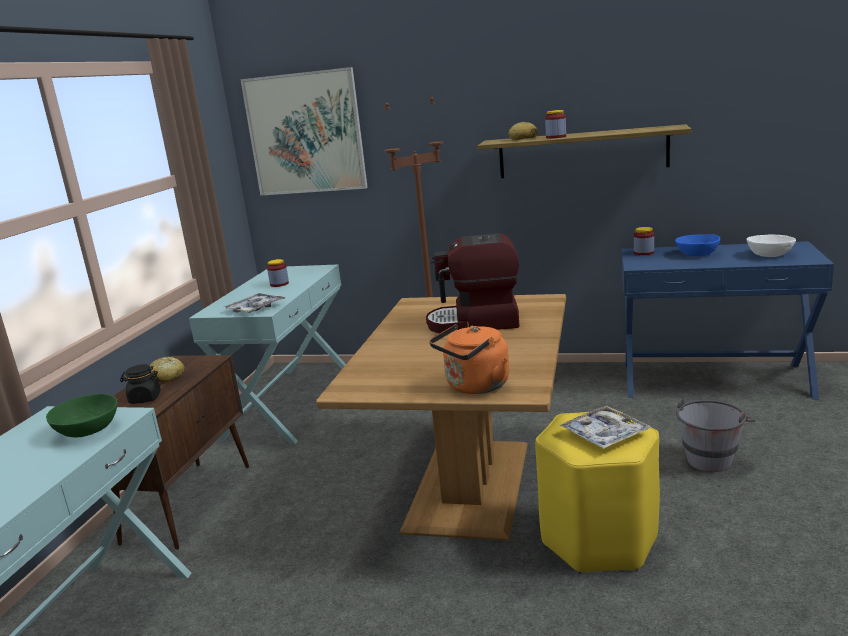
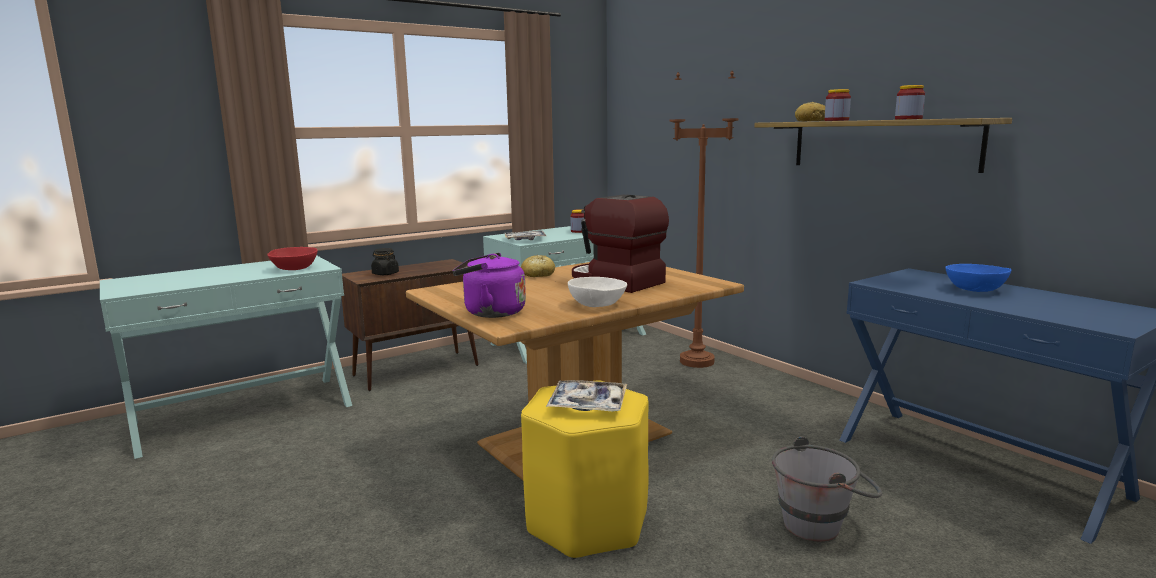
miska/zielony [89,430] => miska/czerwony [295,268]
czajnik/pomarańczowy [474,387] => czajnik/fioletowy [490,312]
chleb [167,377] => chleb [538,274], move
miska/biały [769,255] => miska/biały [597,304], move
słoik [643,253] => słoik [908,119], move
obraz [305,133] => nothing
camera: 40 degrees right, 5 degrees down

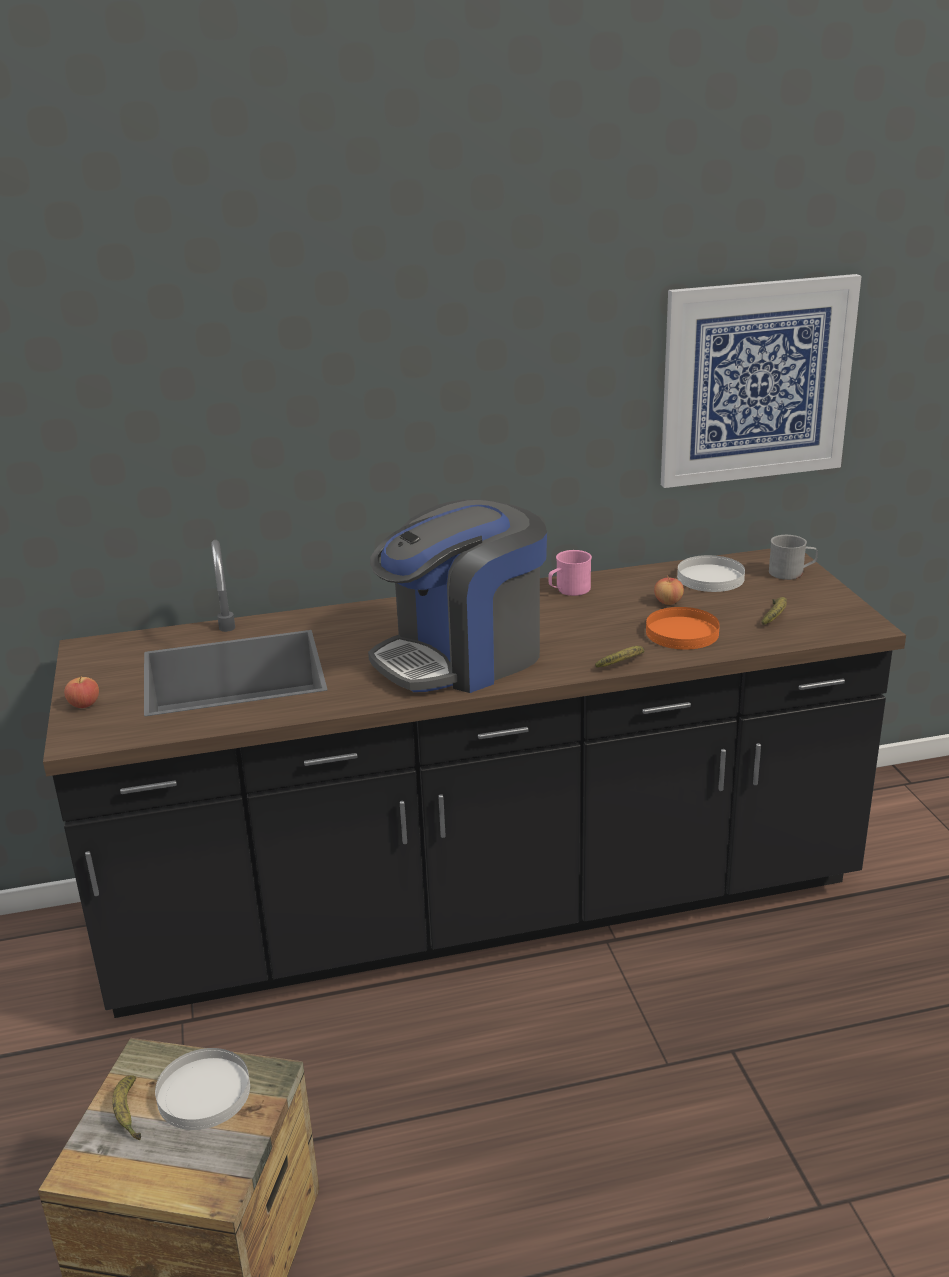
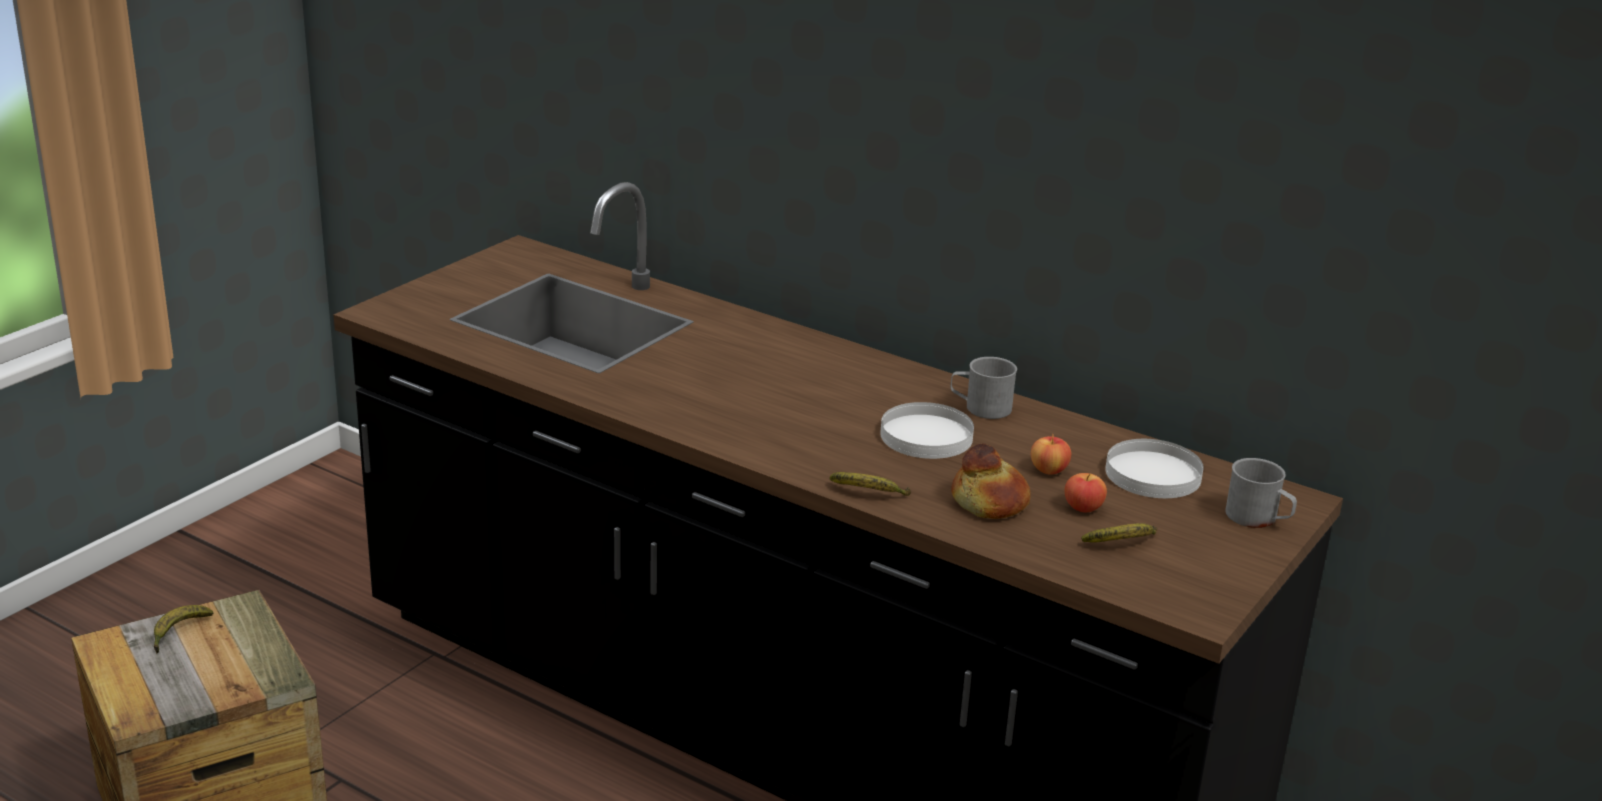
talerz/biały [203,1092] => talerz/biały [926,435], move
kubek/różowy [568,590] => kubek/szary [980,407]
talerz/pomarańczowy [681,632] => chleb [990,501]
jabłko [84,704] => jabłko [1083,508], move
ekspres do kawy [462,657] => nothing
obraz [756,381] => nothing
camera: 45 degrees right, 0 degrees up

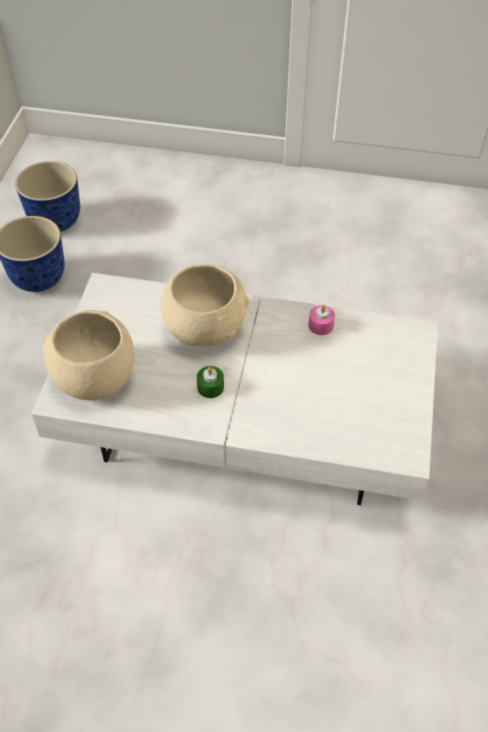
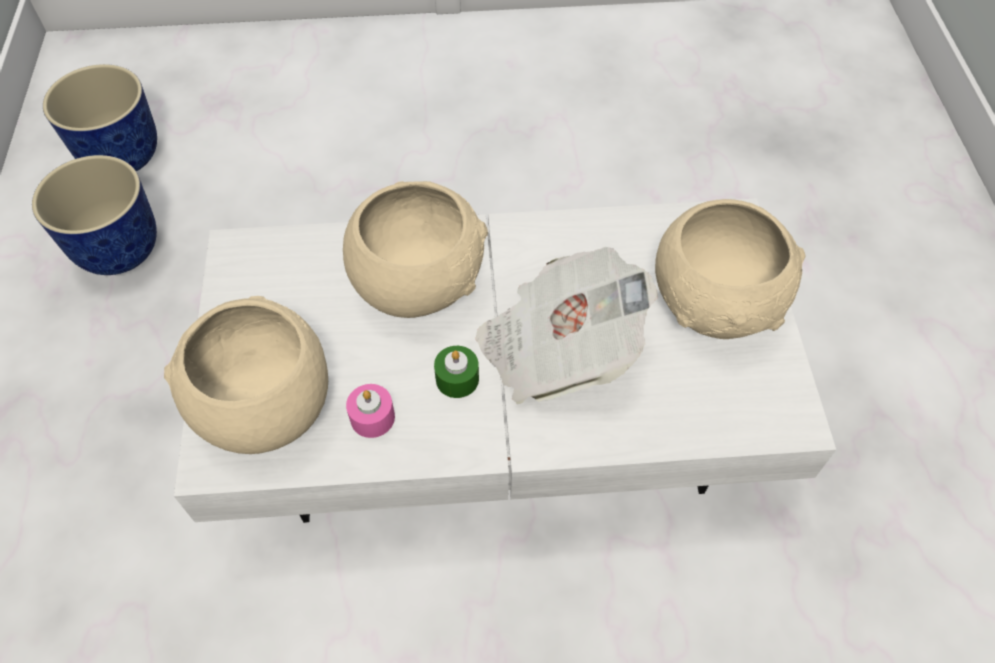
świeca/różowy [321,325] => świeca/różowy [372,417], move
nothing => gazeta [558,348]
nothing => miska/beżowy [716,304]
camera: 15 degrees left, 5 degrees up

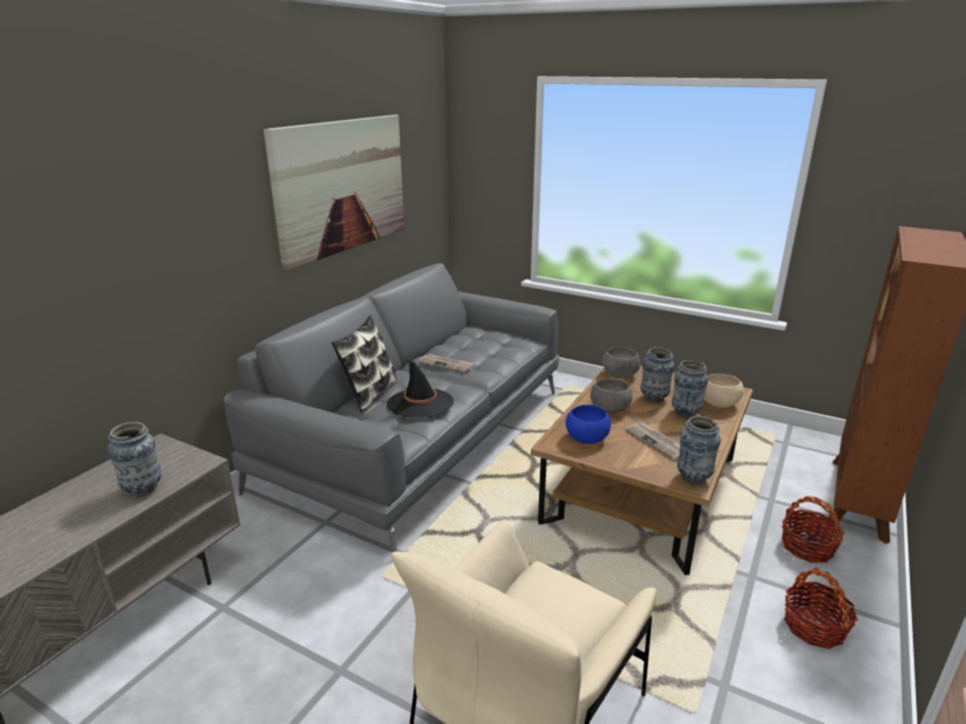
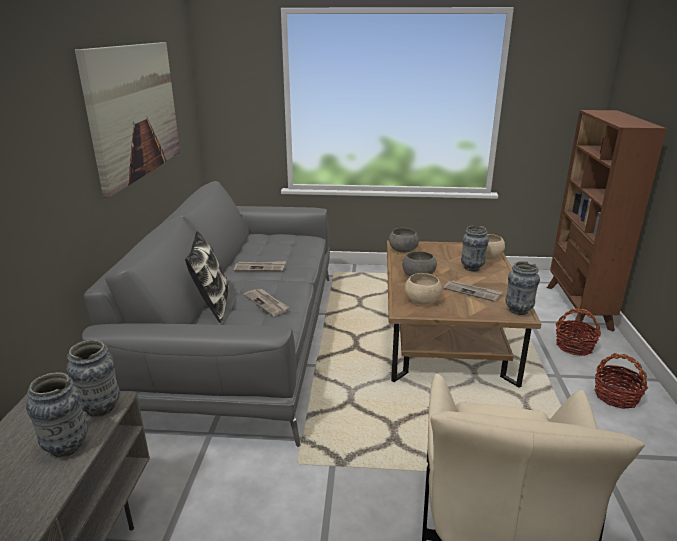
wazon [654,398] => wazon [101,408], move
kapelusz/czarny [420,403] => gazeta [267,303]
miska/niebieski [587,438] => miska/beżowy [422,300]
camera: 25 degrees left, 0 degrees up

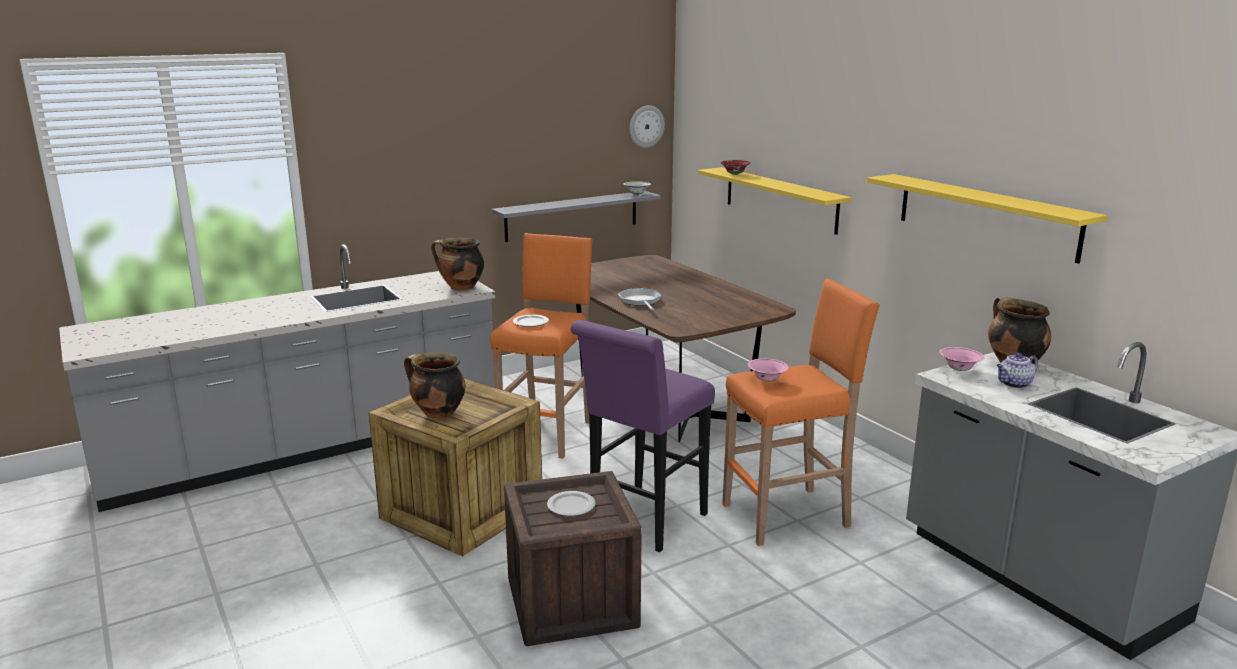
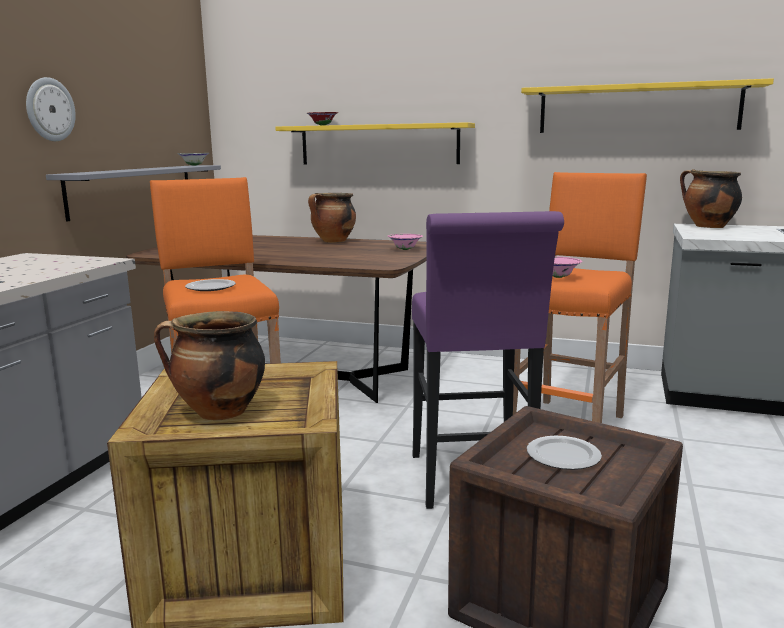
zegar ścienny [646,126] => zegar ścienny [49,109], move
garnek [460,288] => garnek [333,241], move
miska/różowy [959,369] => miska/różowy [405,249], move
patelnia [640,301] => nothing
imbryk [1014,384] => nothing
camera: 40 degrees left, 5 degrees down

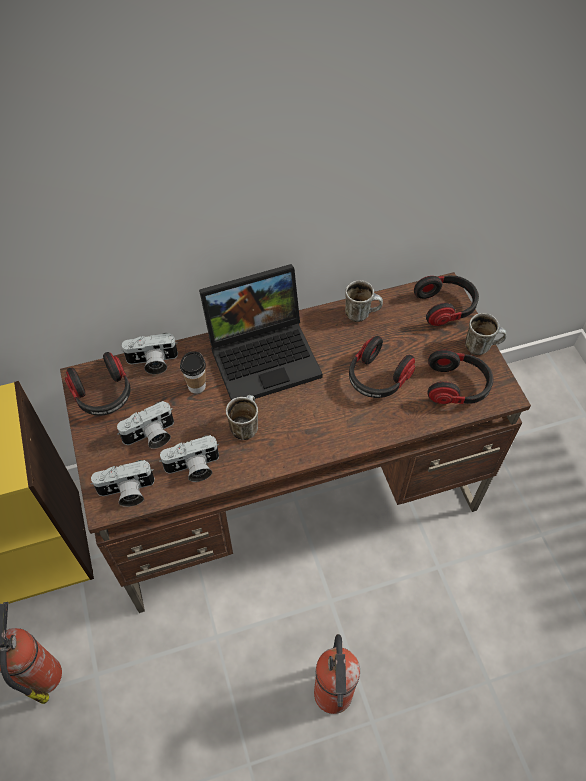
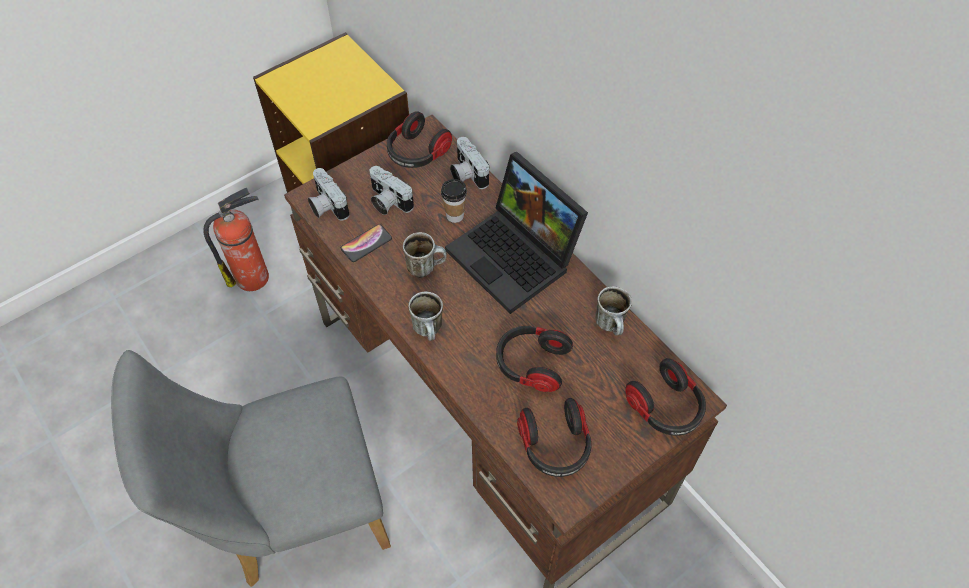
gaśnica [333,696] => krzesło/szary [293,512]
aparat fotograficzny [193,468] => telefon [366,243]
kubek [481,346] => kubek [430,331], move
camera: 70 degrees right, 0 degrees up

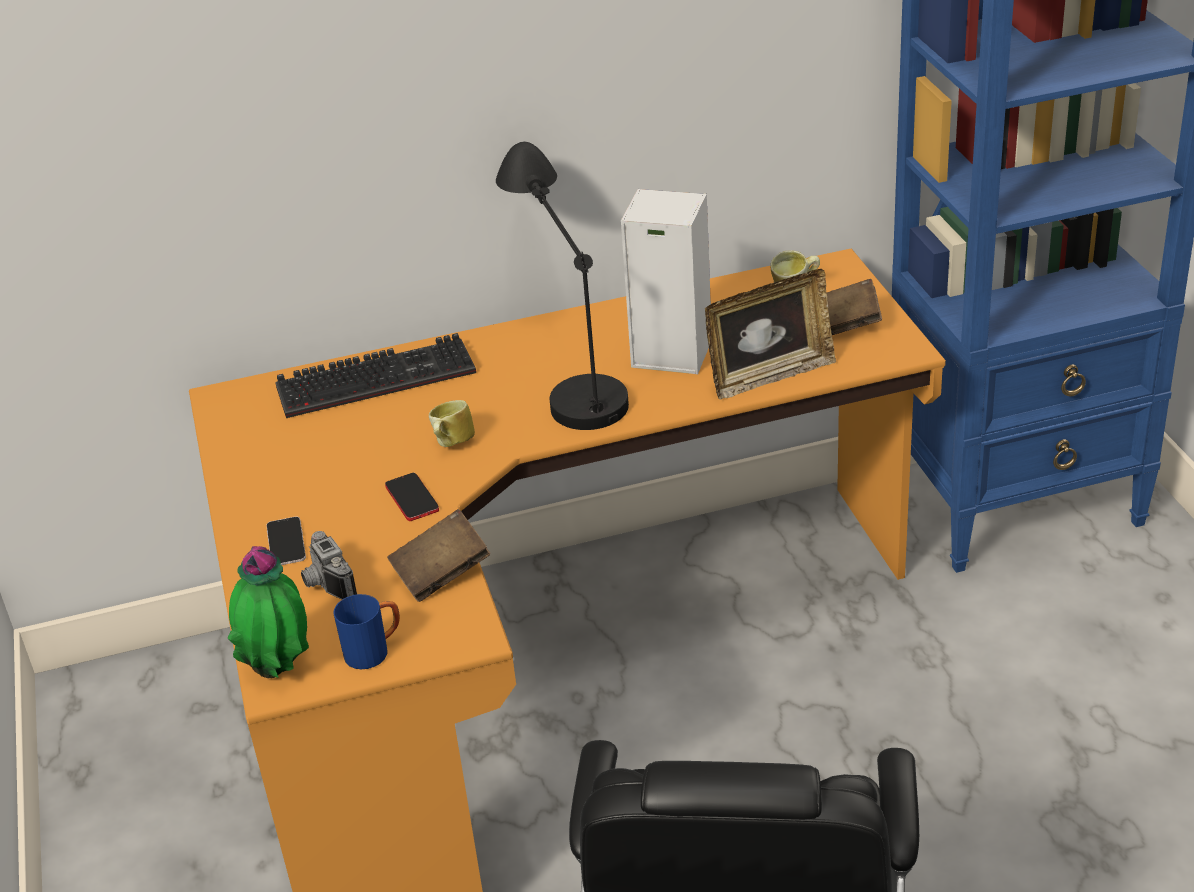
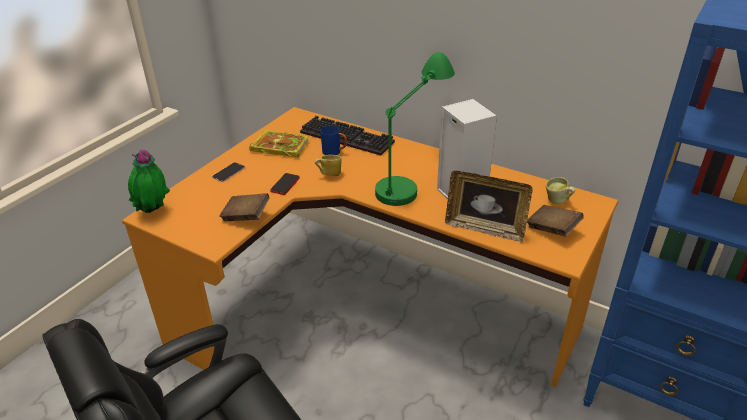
nothing => książka [279,147]
kubek/niebieski [374,651] => kubek/niebieski [335,152], move
lampa stołowa/czarny [568,370] => lampa stołowa/zielony [412,175]
aparat fotograficzny [325,584] => nothing
camera: 45 degrees right, 0 degrees up

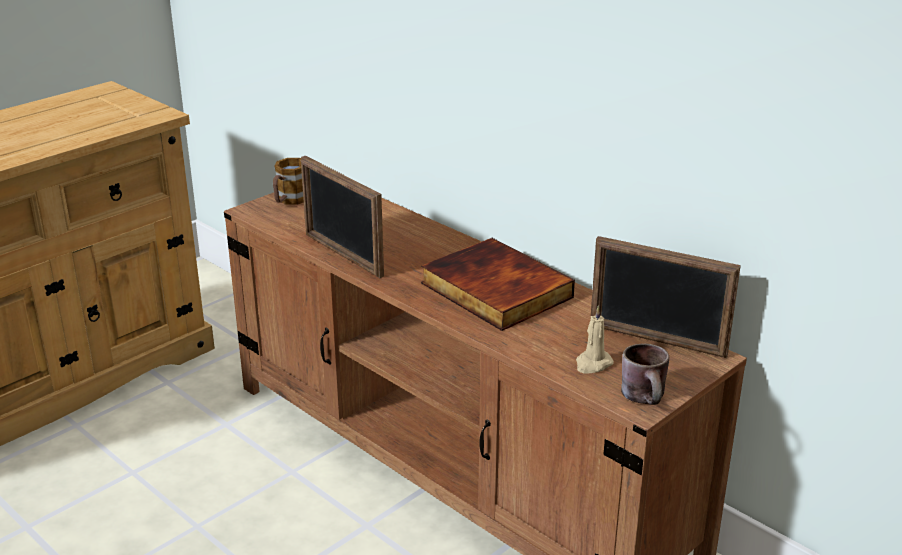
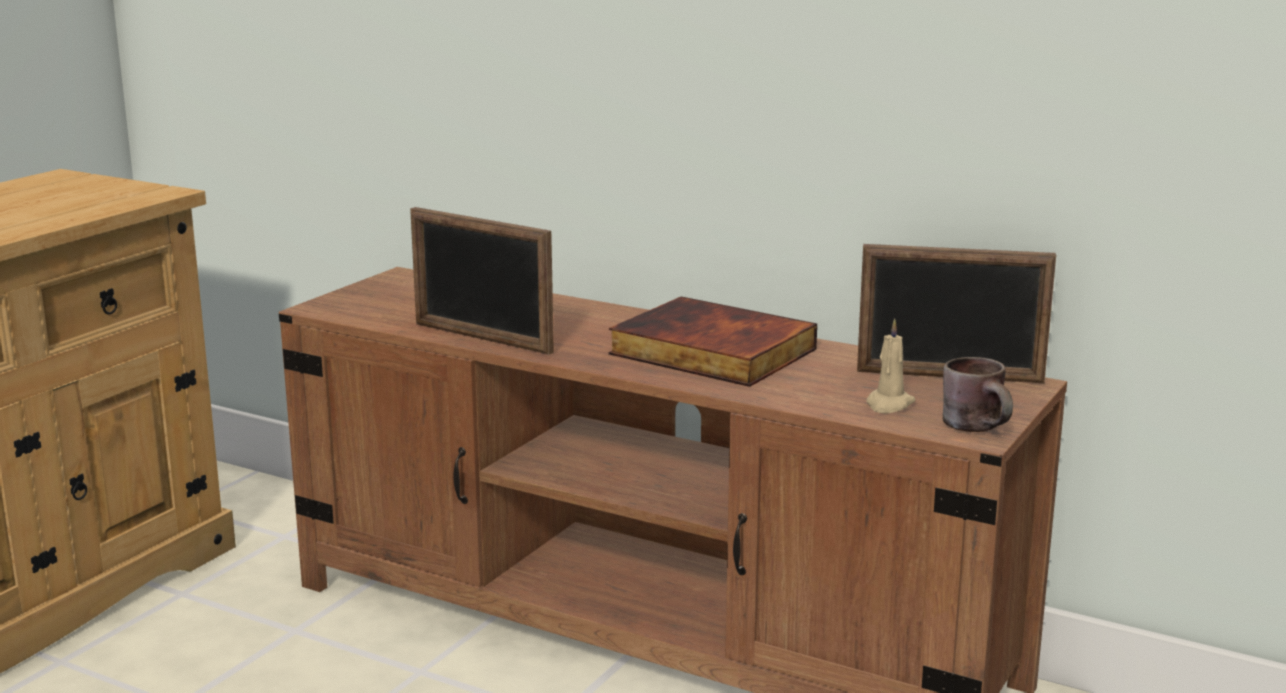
kubek [289,200] => nothing
camera: 15 degrees left, 10 degrees down

